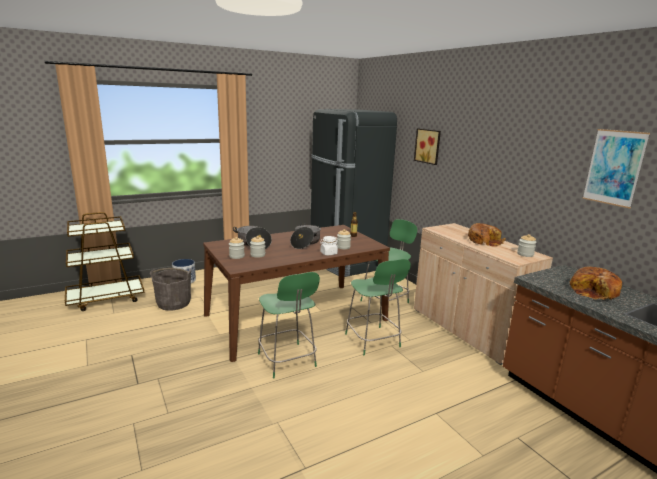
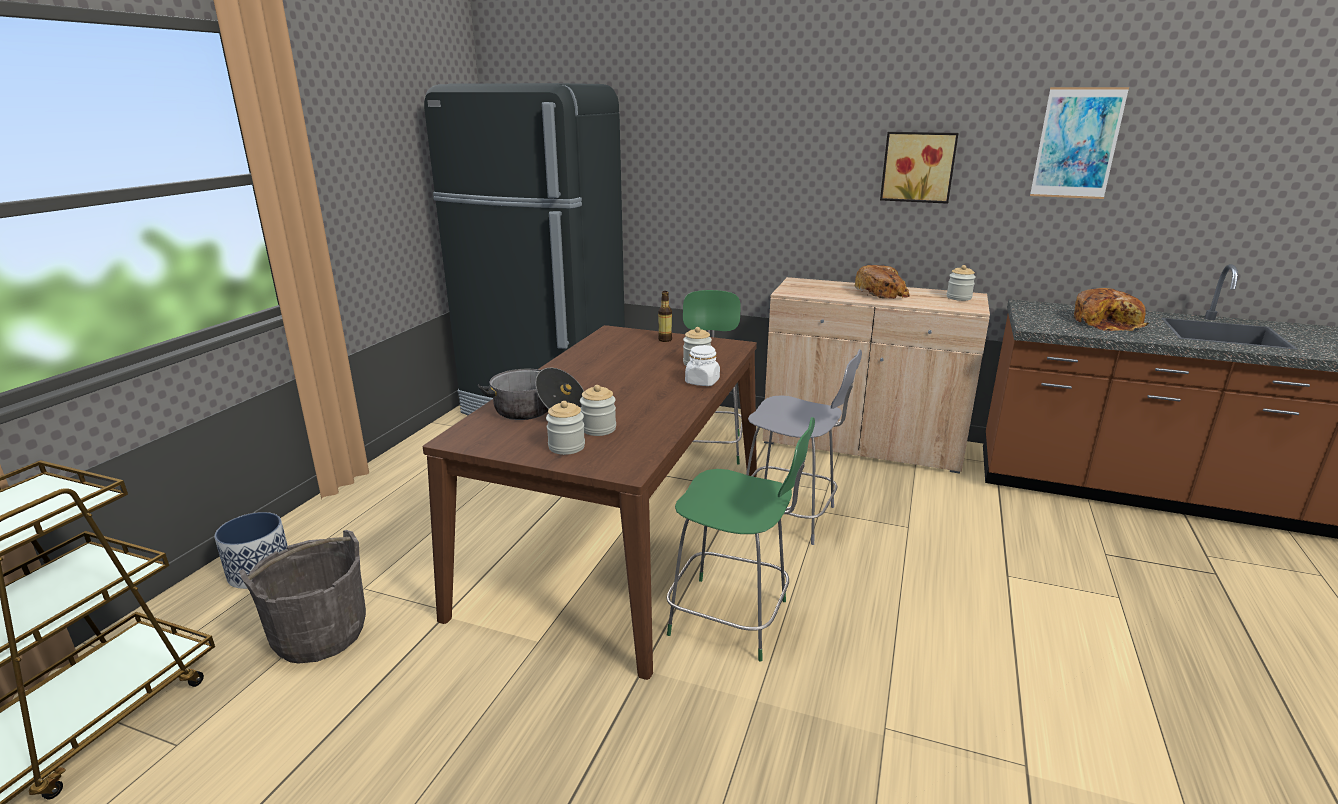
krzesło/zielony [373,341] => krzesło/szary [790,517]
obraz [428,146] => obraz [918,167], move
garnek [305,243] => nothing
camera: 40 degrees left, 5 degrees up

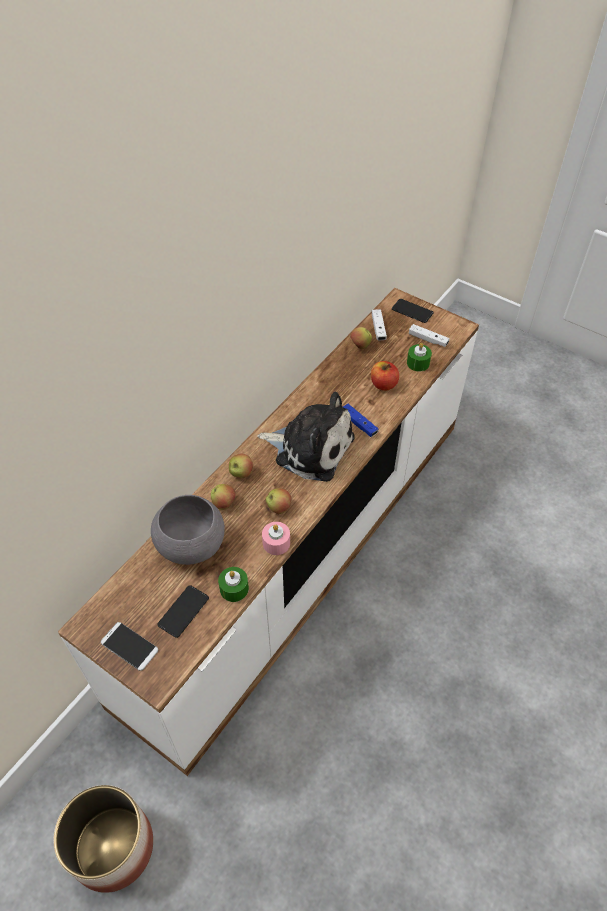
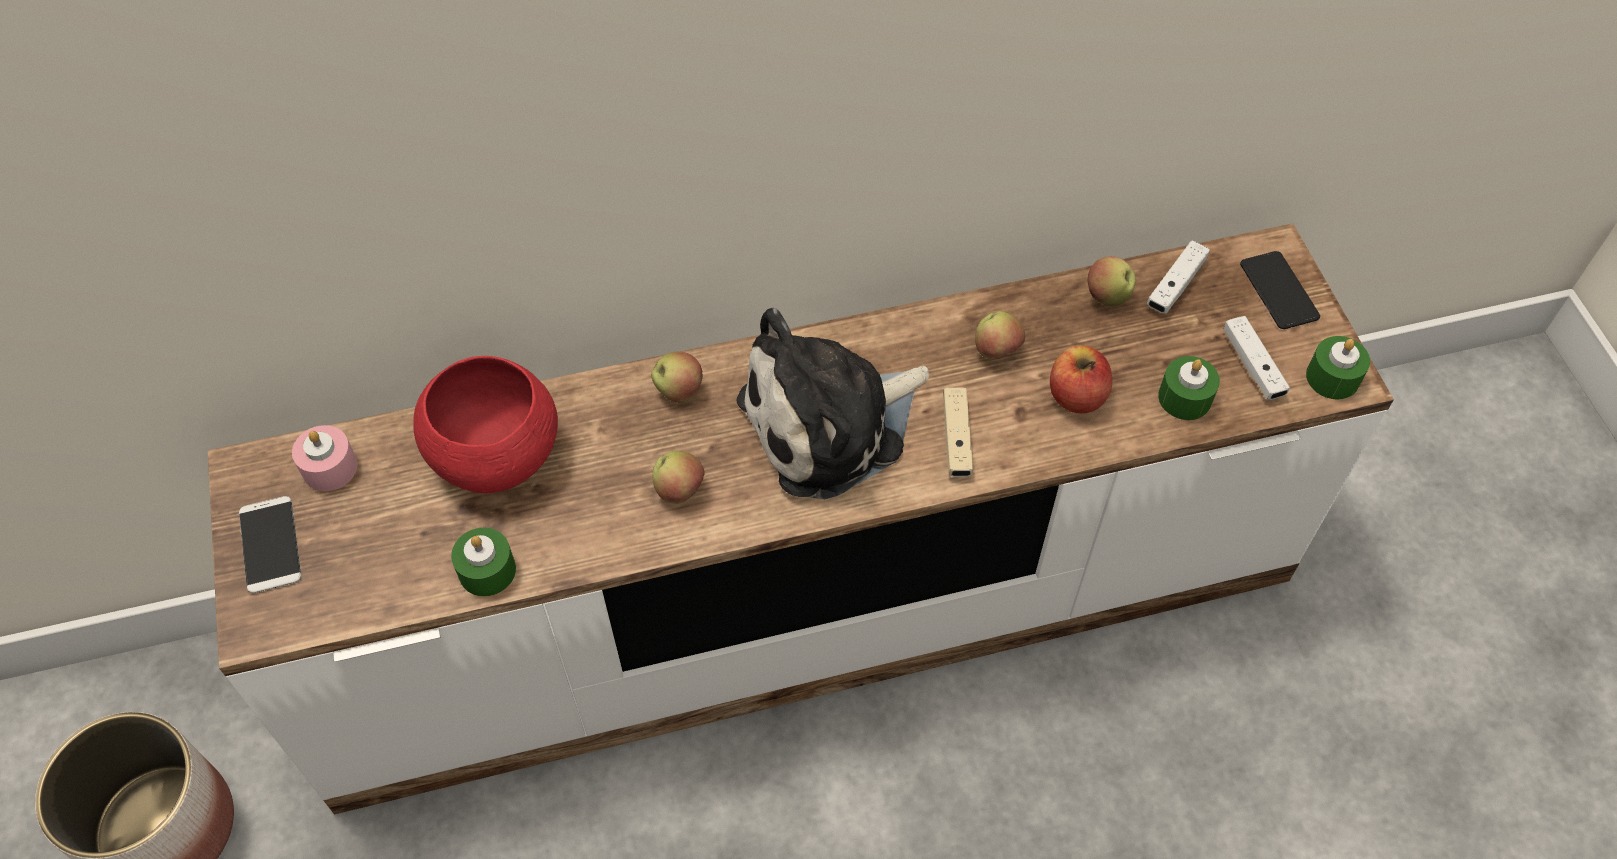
świeca/różowy [276,543] => świeca/różowy [329,467], move
miska/szary [191,545] => miska/czerwony [494,456]
pluszak [310,447] => pluszak [831,423], 90 degrees clockwise
pad do gier/niebieski [358,424] => pad do gier/beżowy [956,439]
jabłko [224,503] => jabłko [996,351], move
nothing => świeca/zielony [1332,377]
telefon [183,611] => nothing
camera: 40 degrees right, 5 degrees up

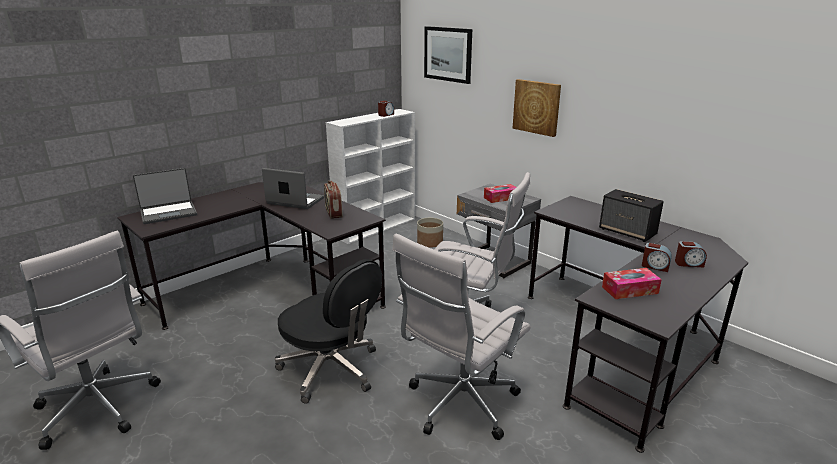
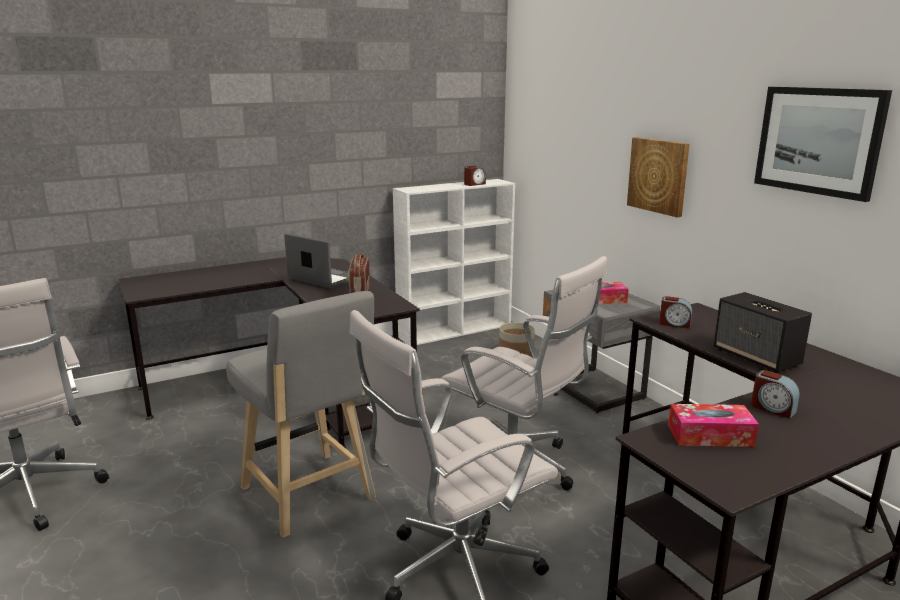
krzesło biurowe/czarny [331,370] => stołek/szary [311,497]
budzik [688,263] => budzik [674,324], move
obraz [448,54] => obraz [818,141], move
laptop [168,213] => nothing
camera: 15 degrees right, 5 degrees down

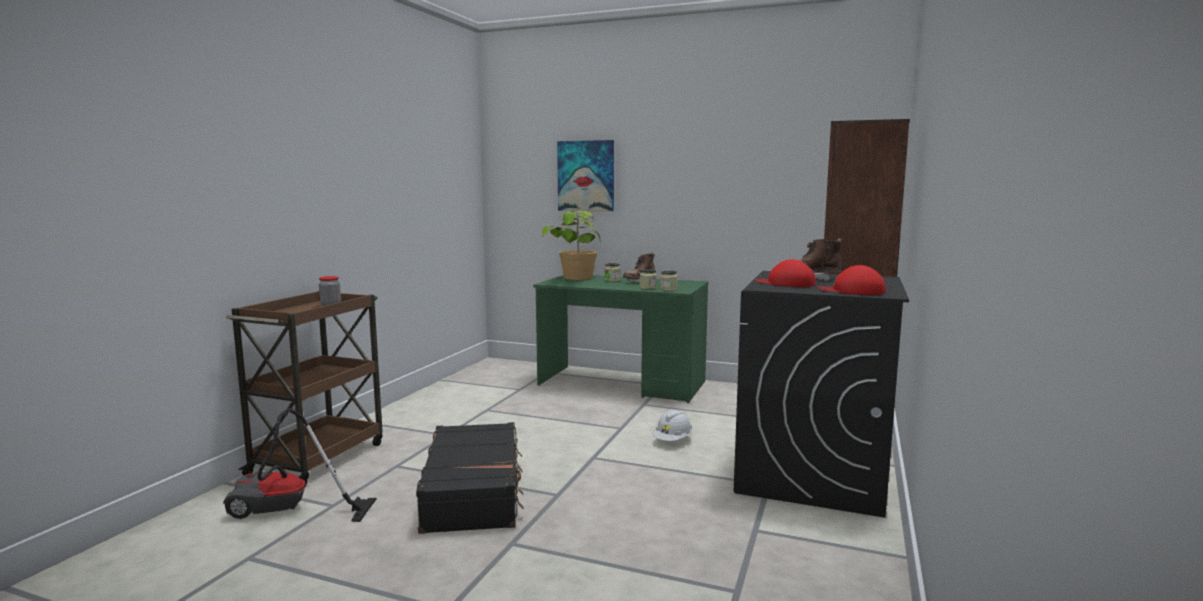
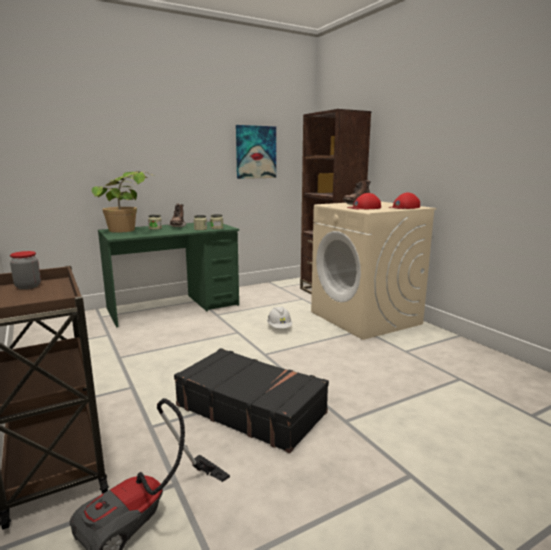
obraz [586,176] => obraz [255,152], move
pralka/czarny [812,474] => pralka/beżowy [365,318]
camera: 50 degrees left, 5 degrees up

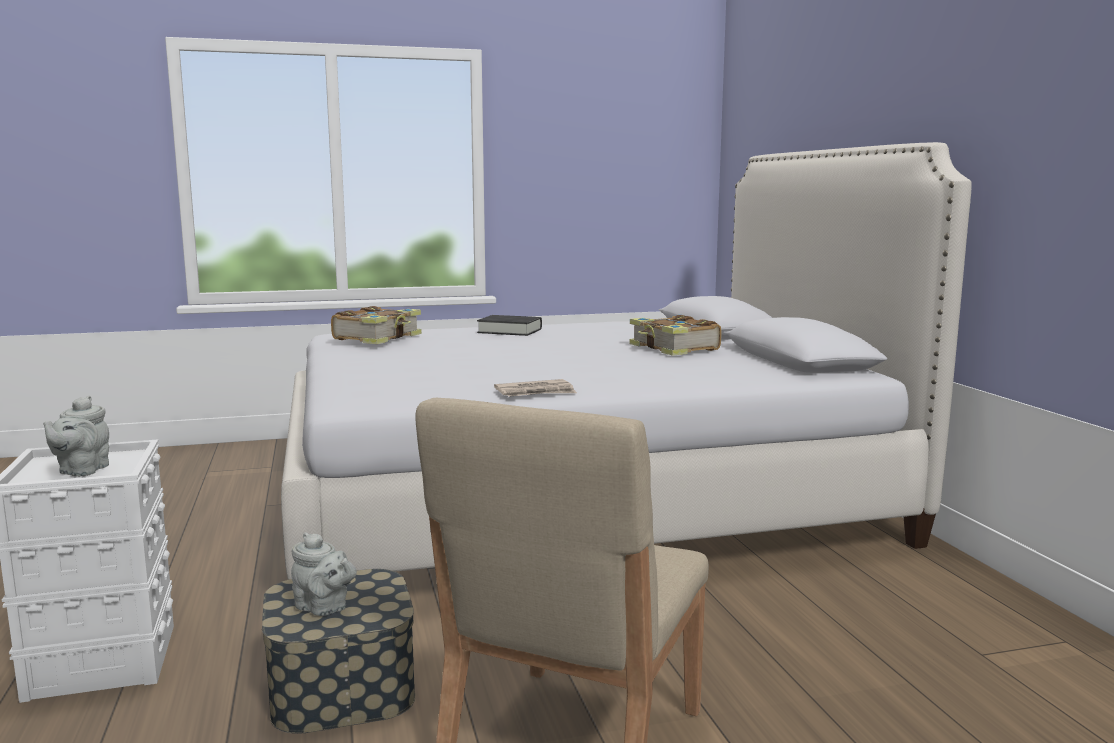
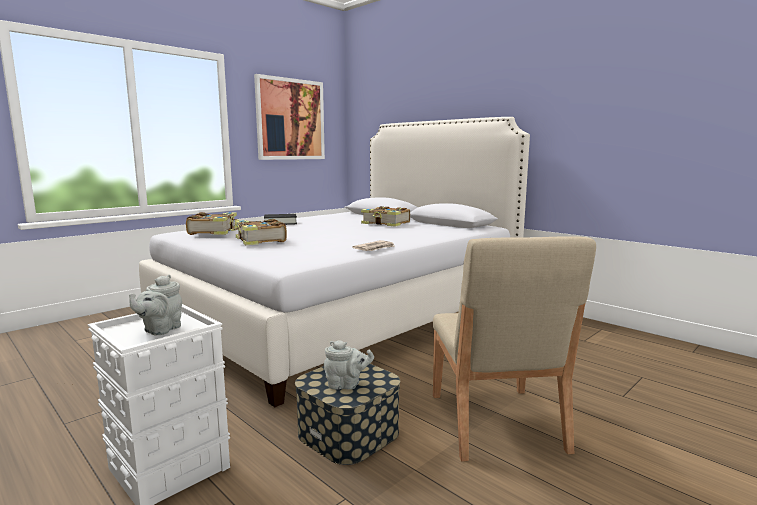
imbryk/szary [81,471] => imbryk/szary [160,330], 45 degrees clockwise
nothing => książka [259,240]
nothing => obraz [290,119]
camera: 30 degrees left, 0 degrees up

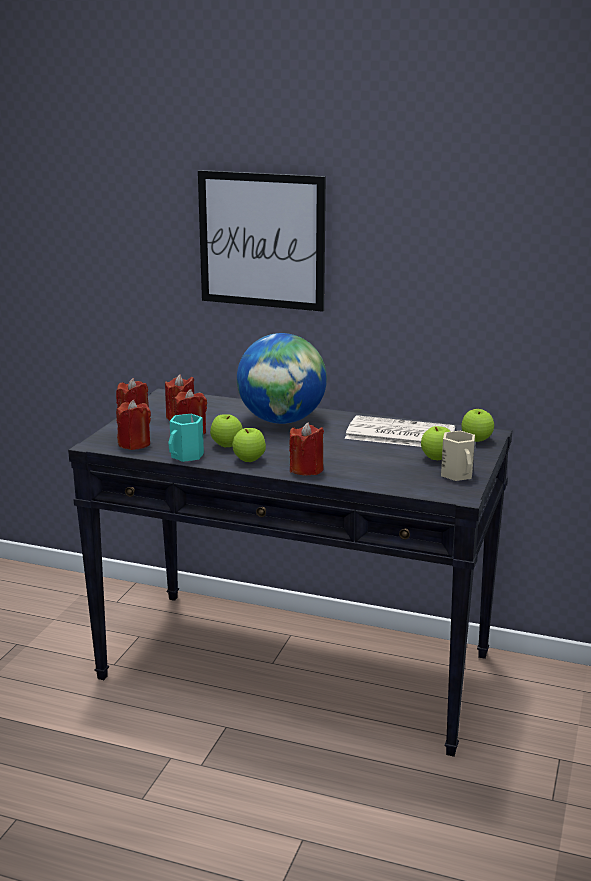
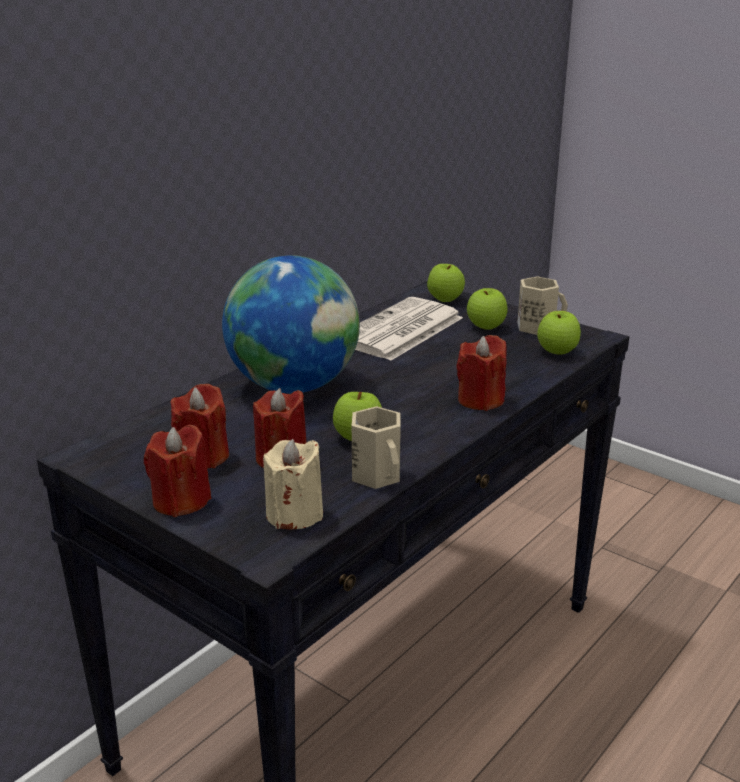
świeca/czerwony [134,444] => świeca/beżowy [294,514]
kubek/turkusowy [187,456] => kubek/beżowy [378,474]
jabłko [249,460] => jabłko [557,352], move
obraz [262,240] => nothing
camera: 70 degrees left, 5 degrees up

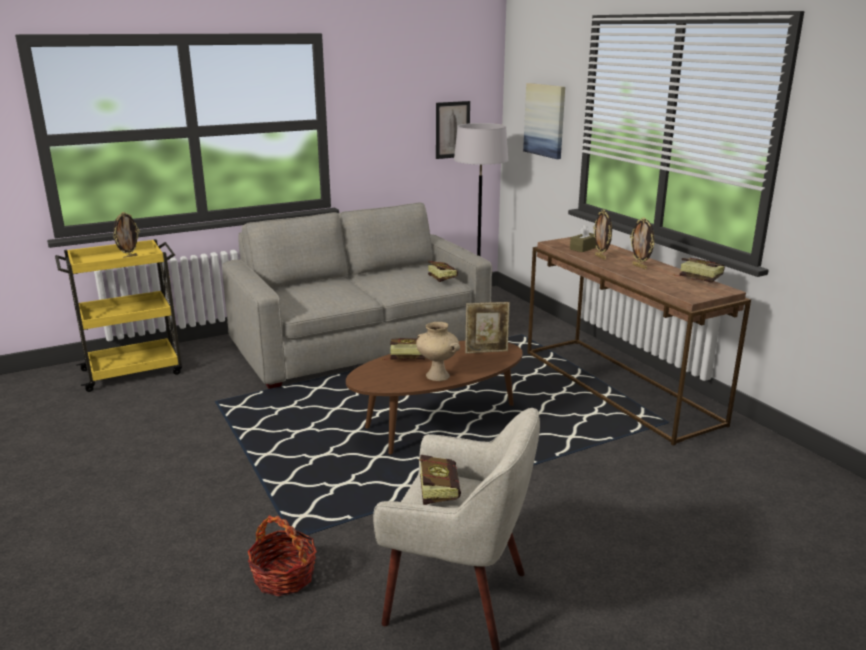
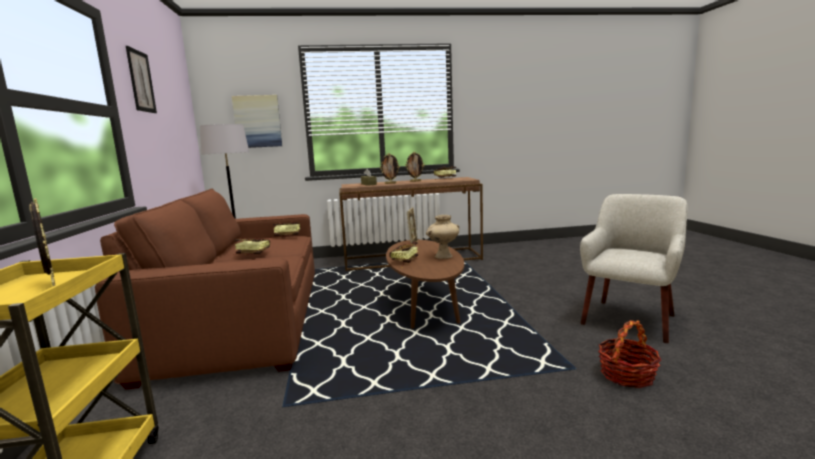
kanapa/szary [360,342] => kanapa/brązowy [243,319]
obraz [452,130] => obraz [141,81], move
książka [438,490] => książka [250,253], move
camera: 70 degrees left, 10 degrees down

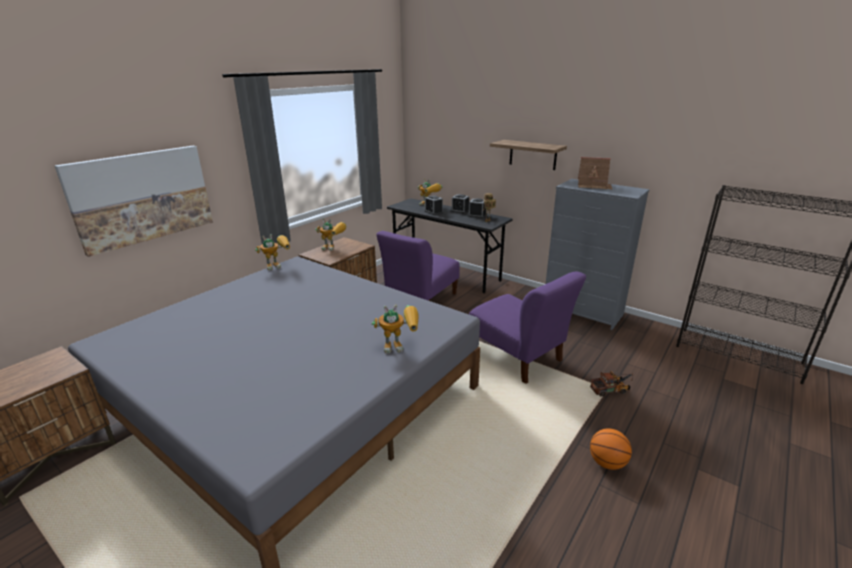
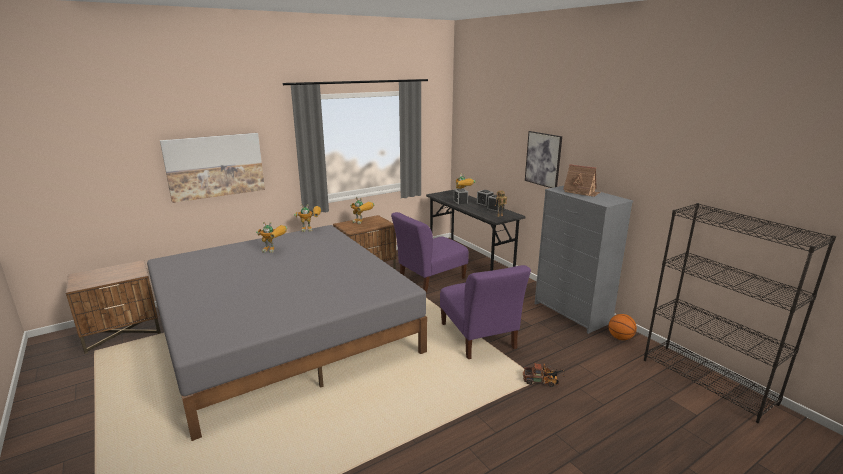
robot zabawkowy [400,346] => robot zabawkowy [274,250], move
półka [532,154] => obraz [543,159]
piłka do koszykówki [607,463] => piłka do koszykówki [620,338], move
camera: 20 degrees right, 5 degrees down

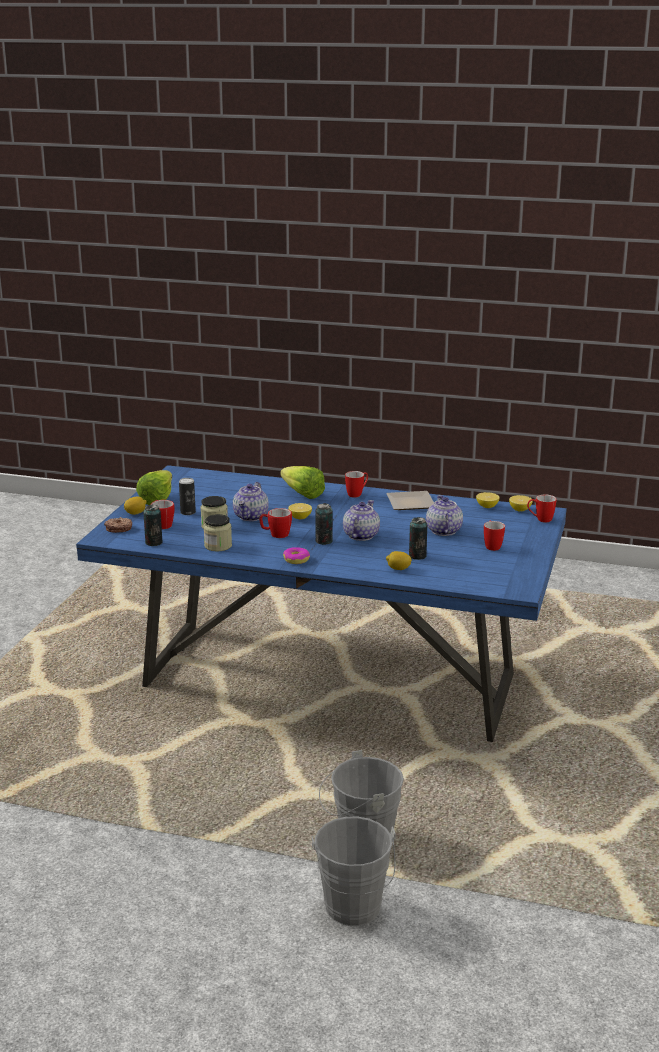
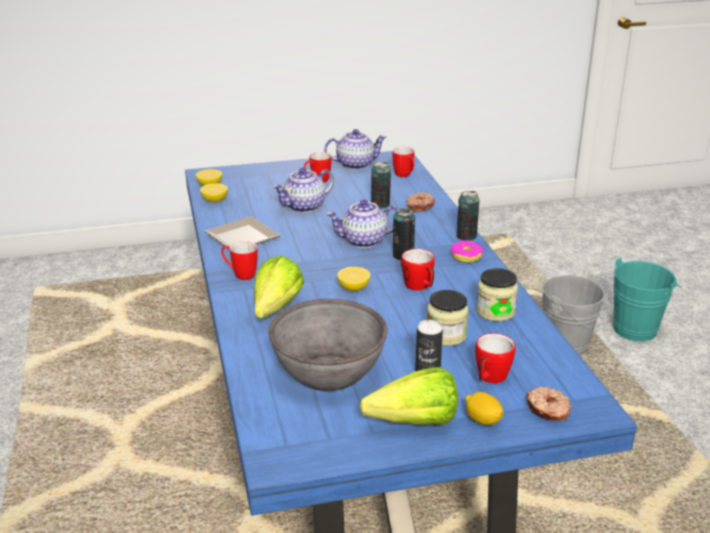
nothing => miska/szary [328,373]
imbryk [251,516] => imbryk [355,164], move
kubek [540,520] => kubek [405,176], move
cytryna [398,569] => donut [419,206]
puszka [153,543] => puszka [466,236], move
wiadro/szary [354,911] => wiadro/turkusowy [638,328]
camera: 120 degrees left, 5 degrees up

